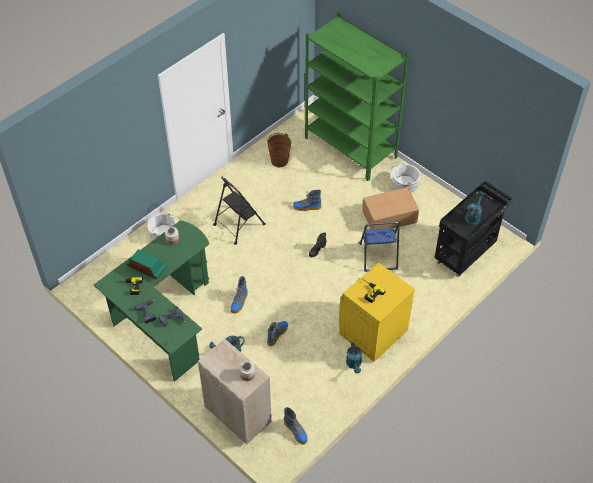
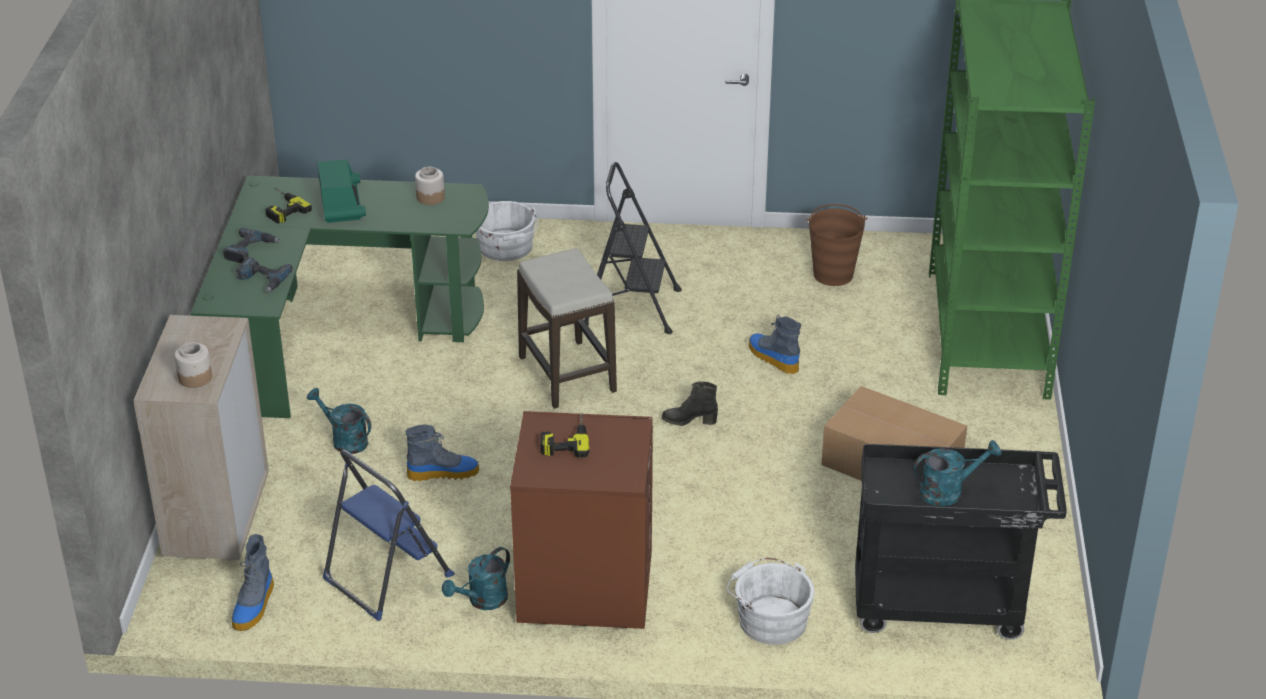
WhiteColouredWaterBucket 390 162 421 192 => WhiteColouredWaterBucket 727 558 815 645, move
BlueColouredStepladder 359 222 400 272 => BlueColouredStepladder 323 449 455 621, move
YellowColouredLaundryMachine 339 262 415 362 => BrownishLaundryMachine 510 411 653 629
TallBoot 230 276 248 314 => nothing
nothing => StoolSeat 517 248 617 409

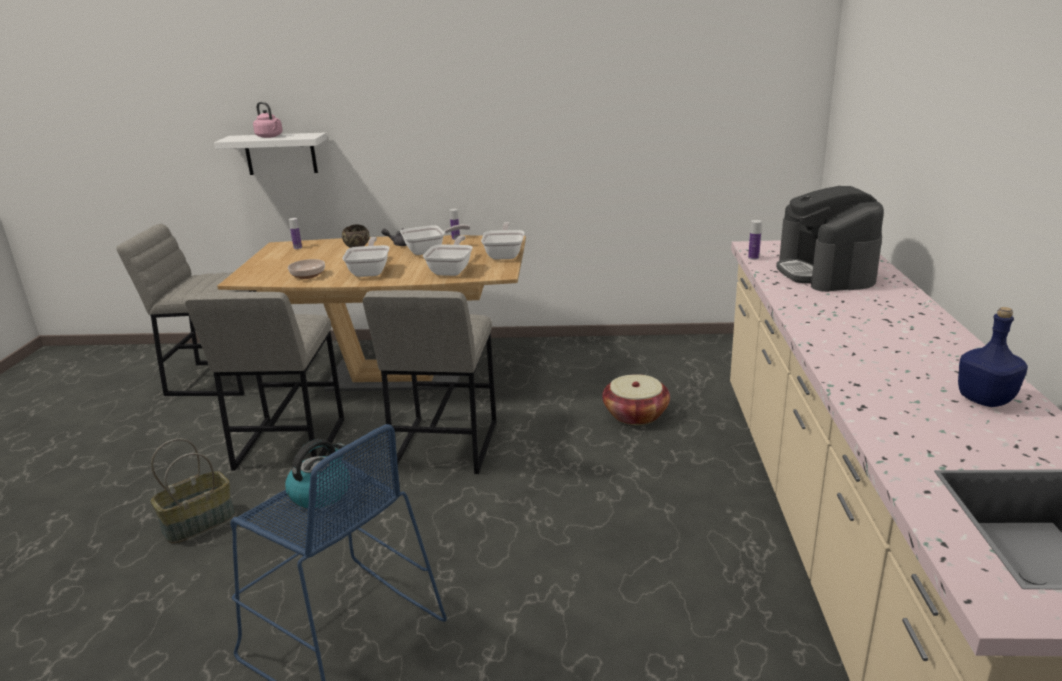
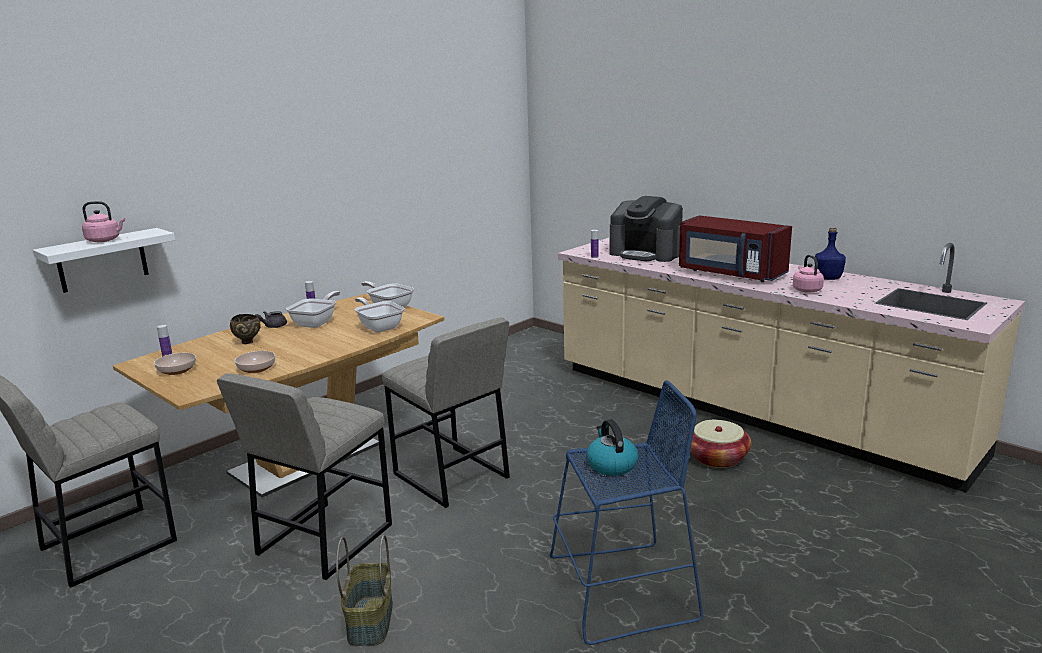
Pan 342 237 390 277 => nothing
GreyChair 185 292 344 470 => GreyChair 217 373 392 580, 75 degrees clockwise
HouseholdBasket 602 374 670 425 => HouseholdBasket 686 420 751 468, move
nothing => ReddishMicrowave 679 215 792 282
nothing => PinkishWaterKettle 793 255 824 293
nothing => Bowl 154 353 196 375

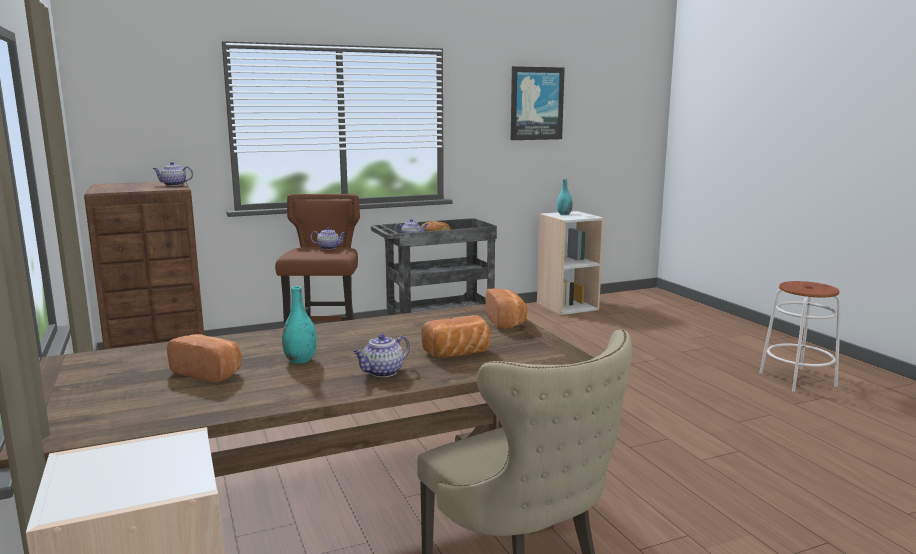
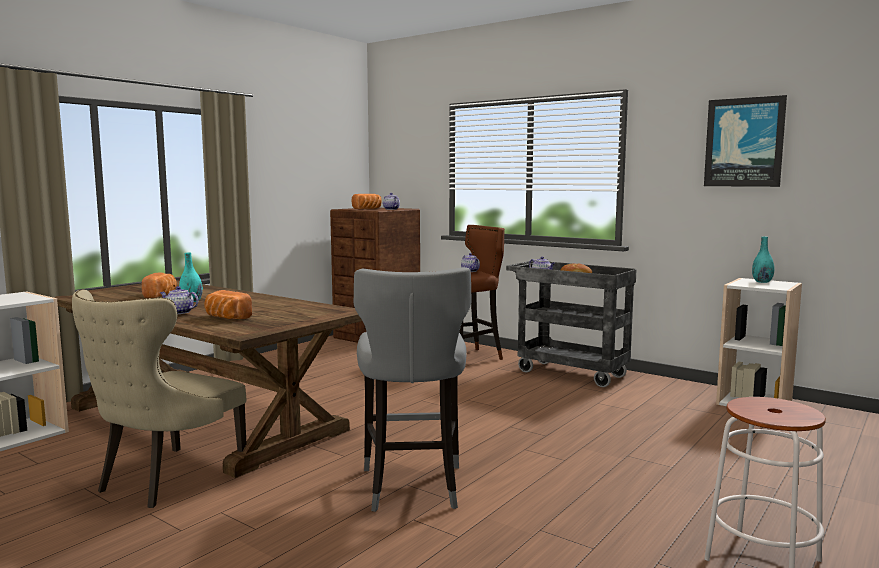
BakeryBread 485 288 527 329 => BakeryBread 352 194 382 209, move
nothing => GreyStoolSeat 354 267 472 512

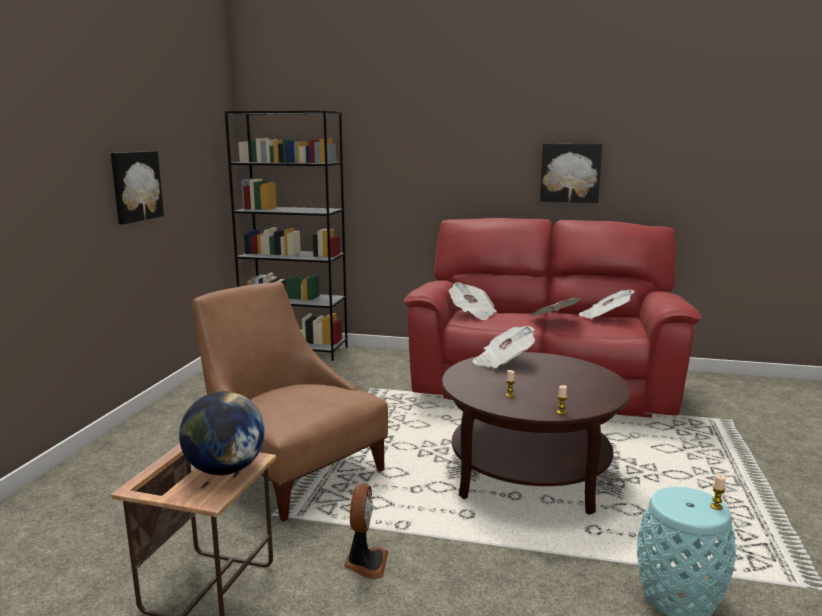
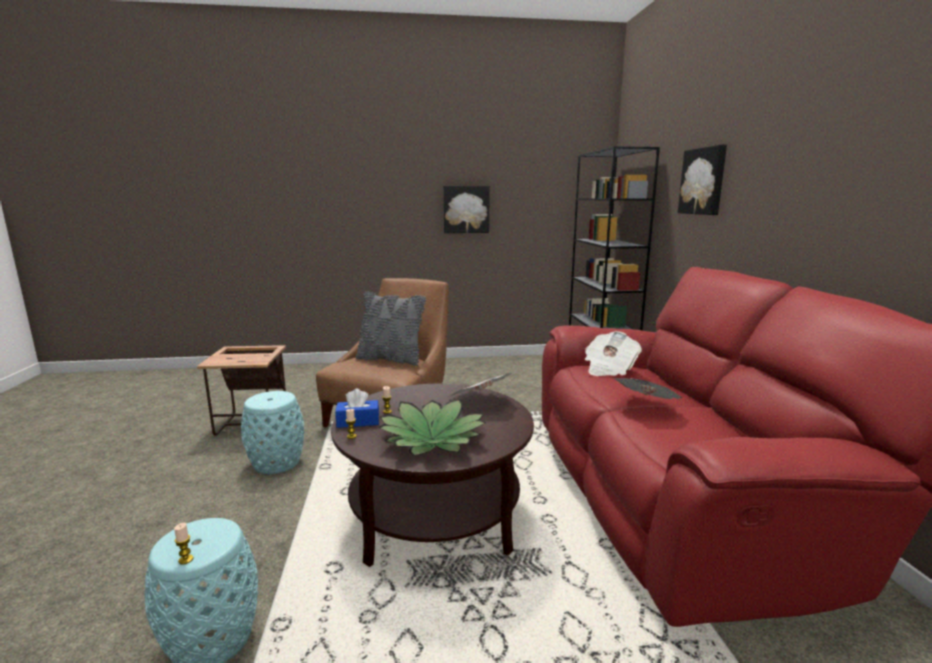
WallArt 540 144 602 203 => WallArt 678 145 727 215, move
Newspaper 579 290 634 319 => nothing
WorldGlobe 179 391 265 475 => nothing
Fan 344 484 388 580 => TurquoiseColouredStoolSeat 241 391 304 474
nothing => GreyPillow 356 292 426 366
nothing => BlueColouredTissueBox 335 389 379 428
nothing => Houseplant 378 399 487 456

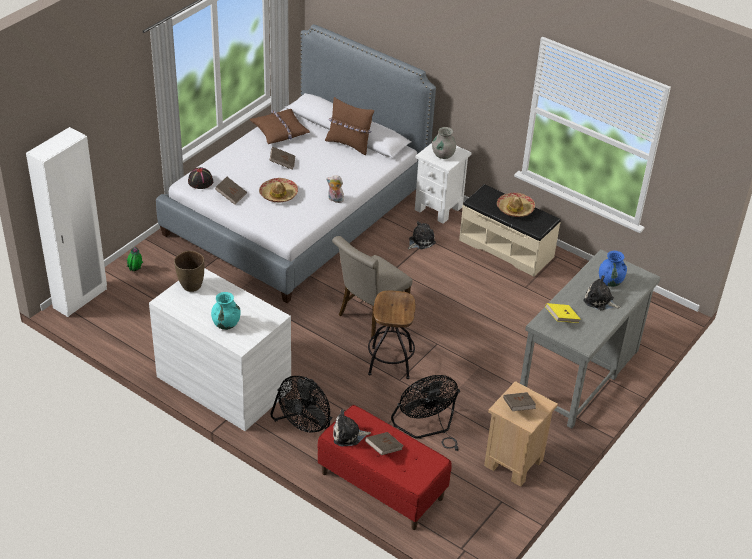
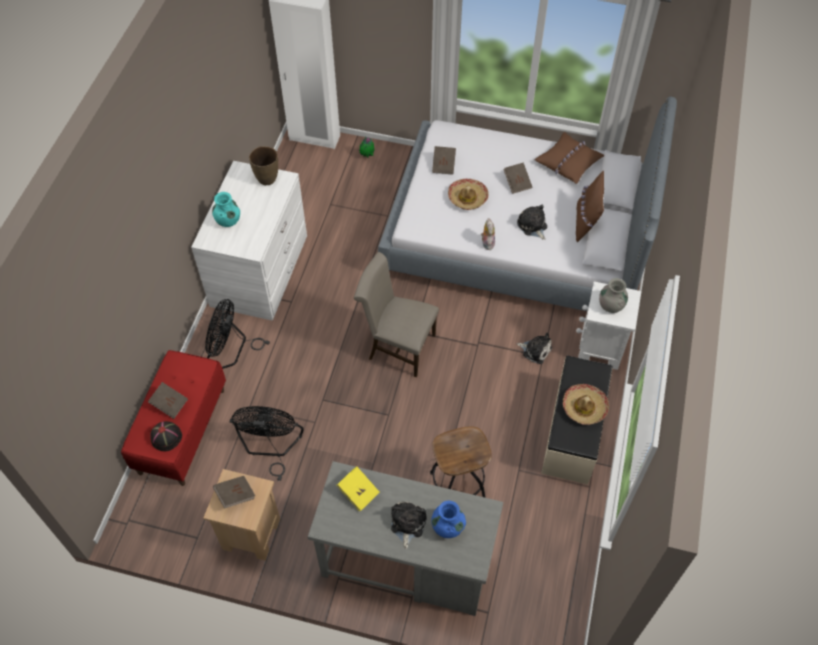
BlackColouredClothingHat 188 167 213 189 => BlackColouredClothingHat 150 421 182 451, move
BrownishStoolSeat 368 291 416 379 => BrownishStoolSeat 430 426 492 498, move
BlackColouredFan 391 375 460 451 => BlackColouredFan 230 406 304 481, 45 degrees counterclockwise
CuddlyToy 333 409 371 447 => CuddlyToy 517 205 547 240, move

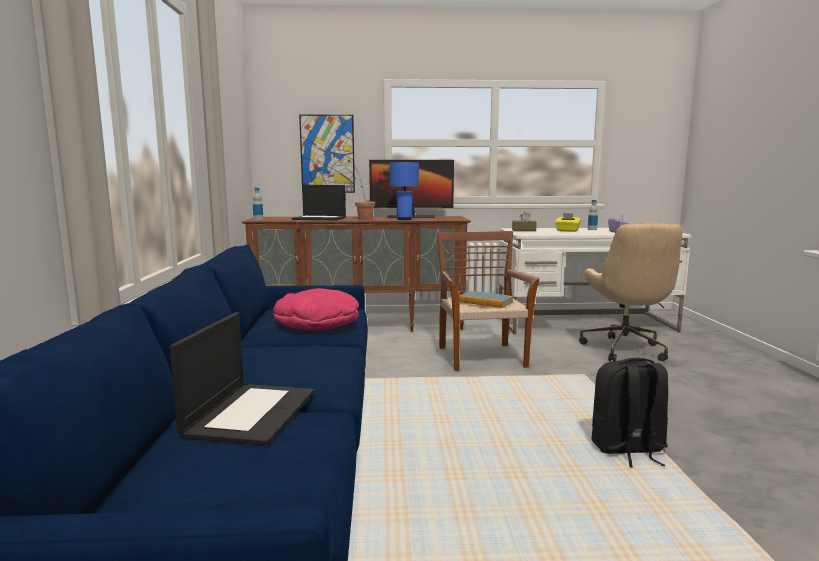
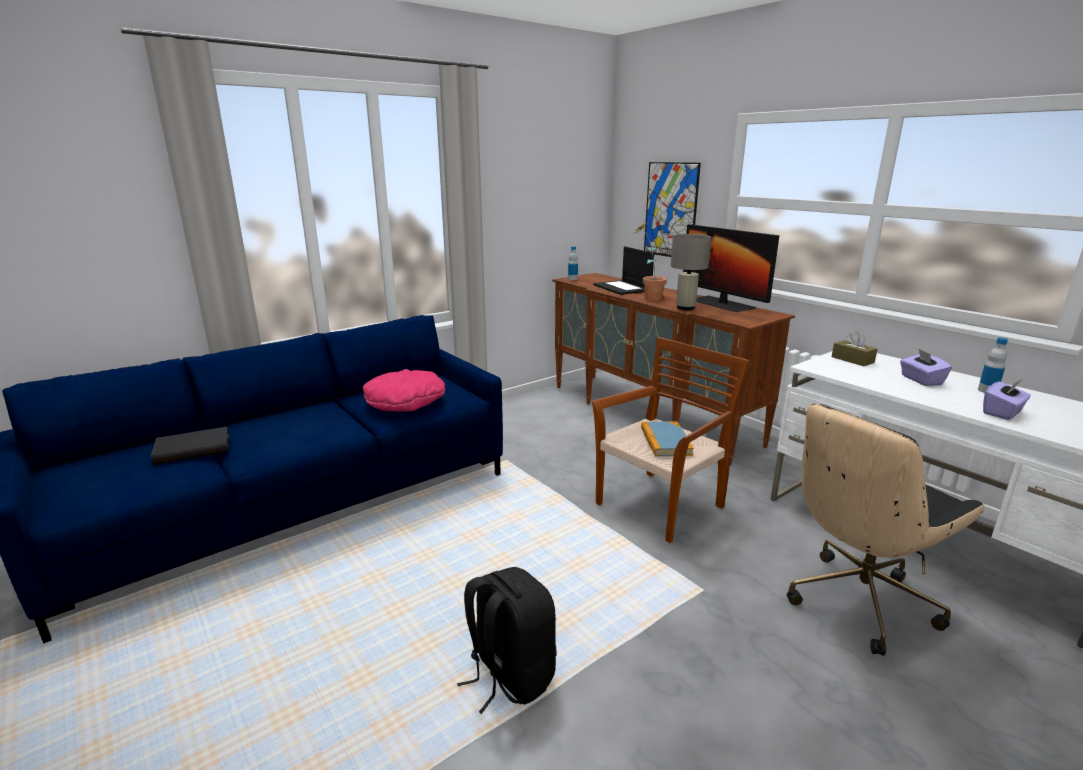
BlueColouredLampForATable 390 162 419 220 => GreyLampForATable 671 234 711 310
YellowColouredTissueBox 555 213 581 232 => PurpleColouredTissueBox 900 349 952 386
BeigeColouredDeskChair 579 223 683 361 => BlackColouredDeskChair 787 404 985 656
PortableComputer 170 312 315 446 => BlackColouredVolume 151 427 229 465

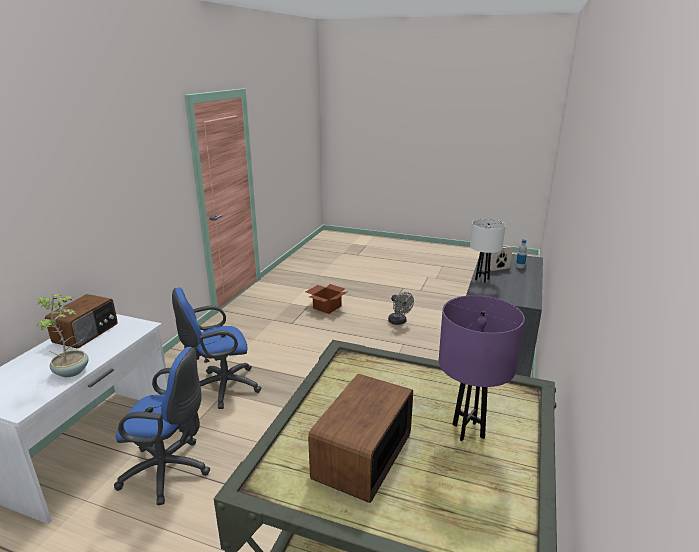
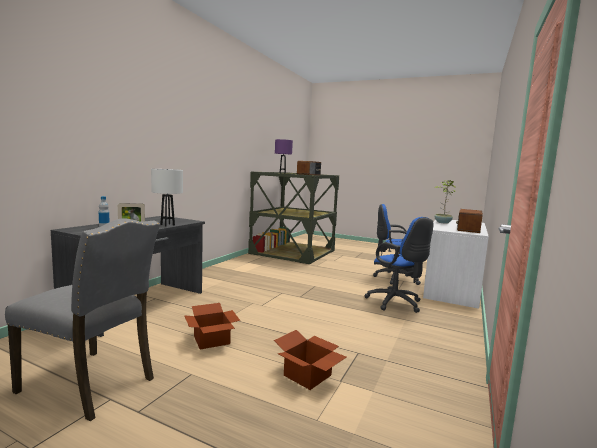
BlueColouredDeskChair 172 288 261 409 => BlueColouredDeskChair 365 217 433 313, 75 degrees clockwise
GreyFan 388 292 414 325 => Carton 184 303 240 350
nothing => GreyChair 5 218 160 421

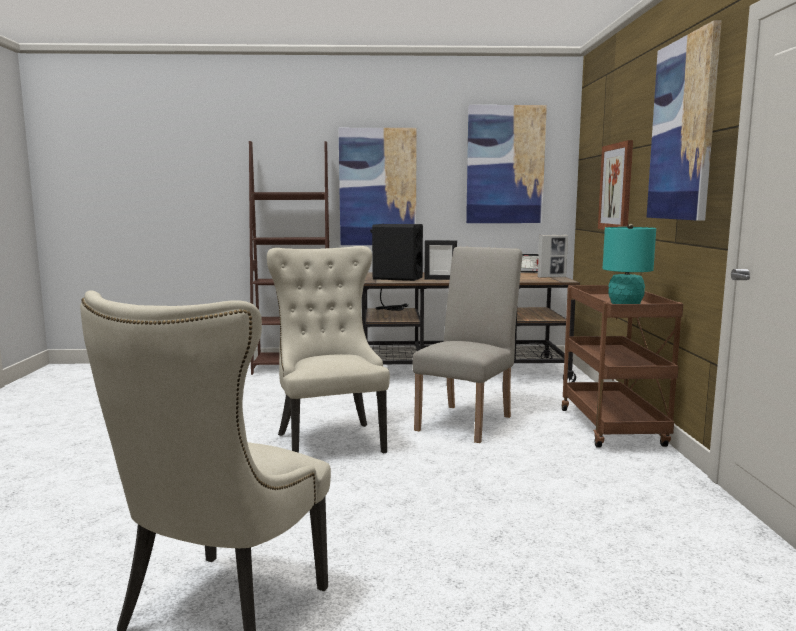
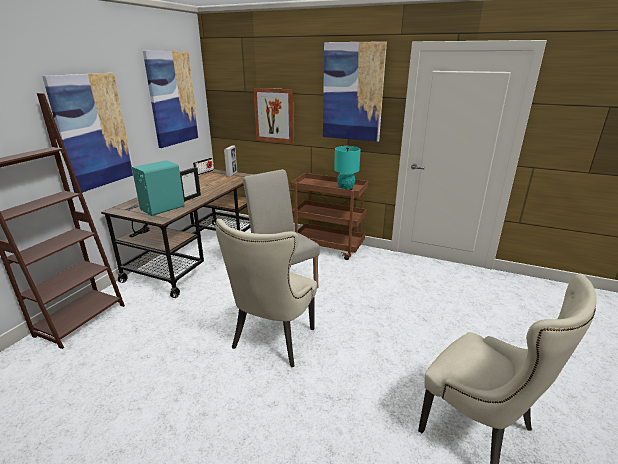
BlackColouredSpeaker 370 224 423 281 => TurquoiseColouredSpeaker 132 160 185 216
BeigeColouredChair 267 246 390 453 => BeigeColouredChair 215 219 317 367, 75 degrees counterclockwise

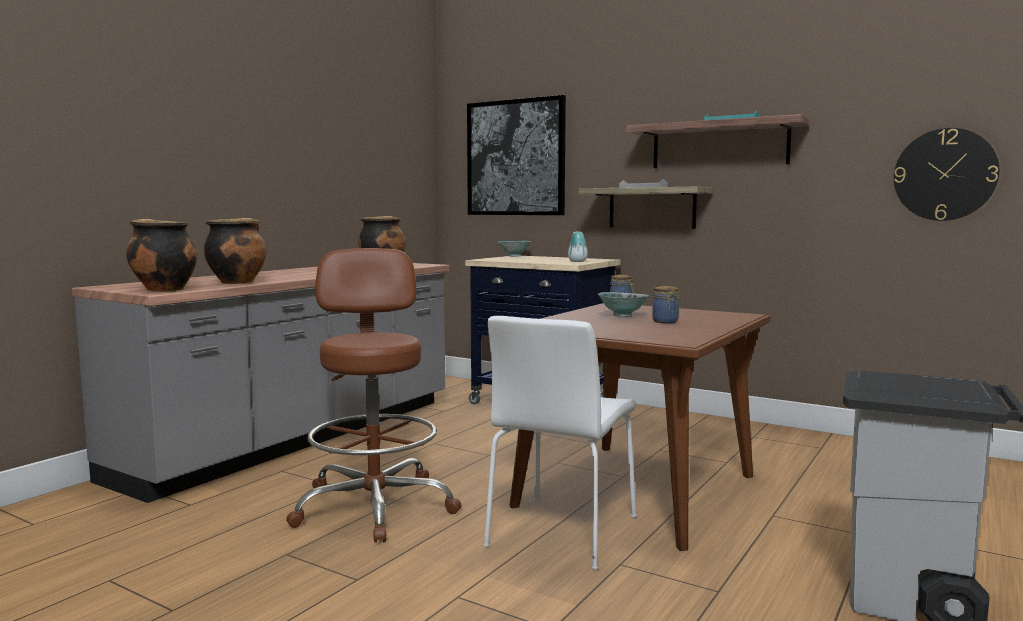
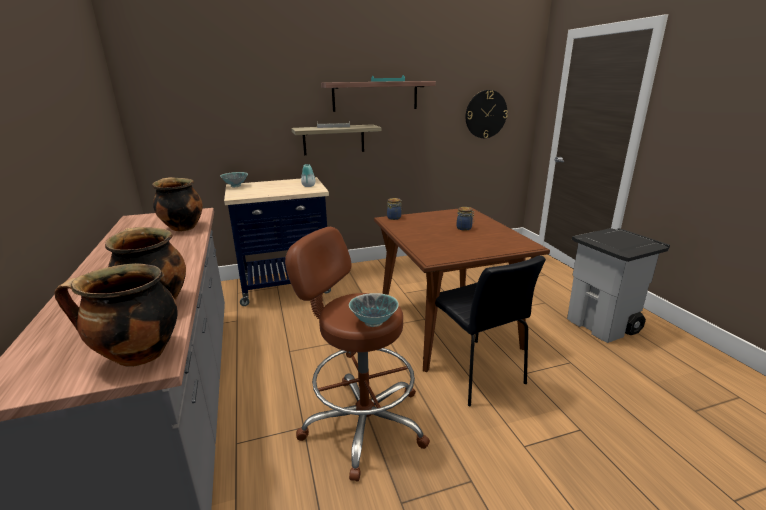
WallArt 467 95 566 215 => nothing
Bowl 598 292 649 317 => Bowl 349 293 399 327, move
WhiteColouredChair 484 316 637 570 => BlackColouredChair 435 256 546 406

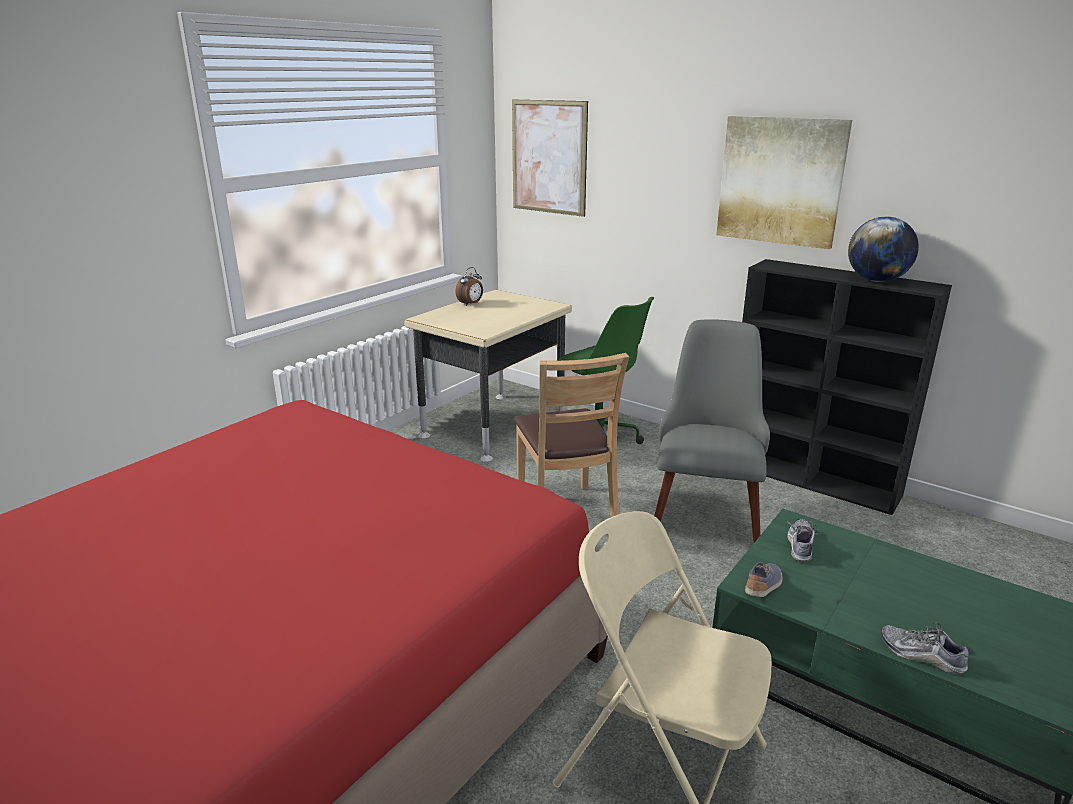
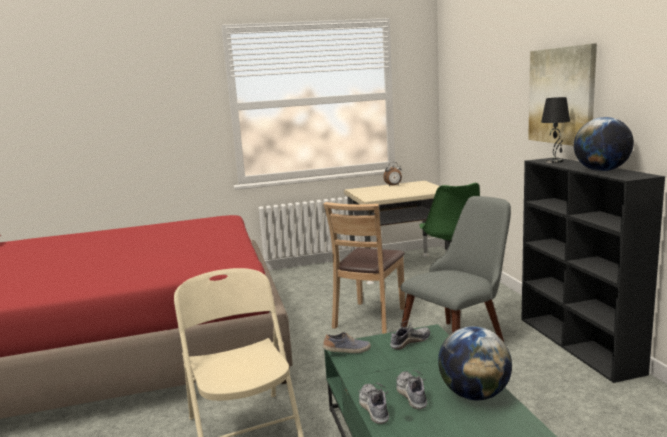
WallArt 512 100 588 217 => nothing
nothing => BlackColouredLampForATable 541 97 570 163
nothing => WorldGlobe 438 326 512 400
nothing => ItemOfFootwear 396 370 427 409

